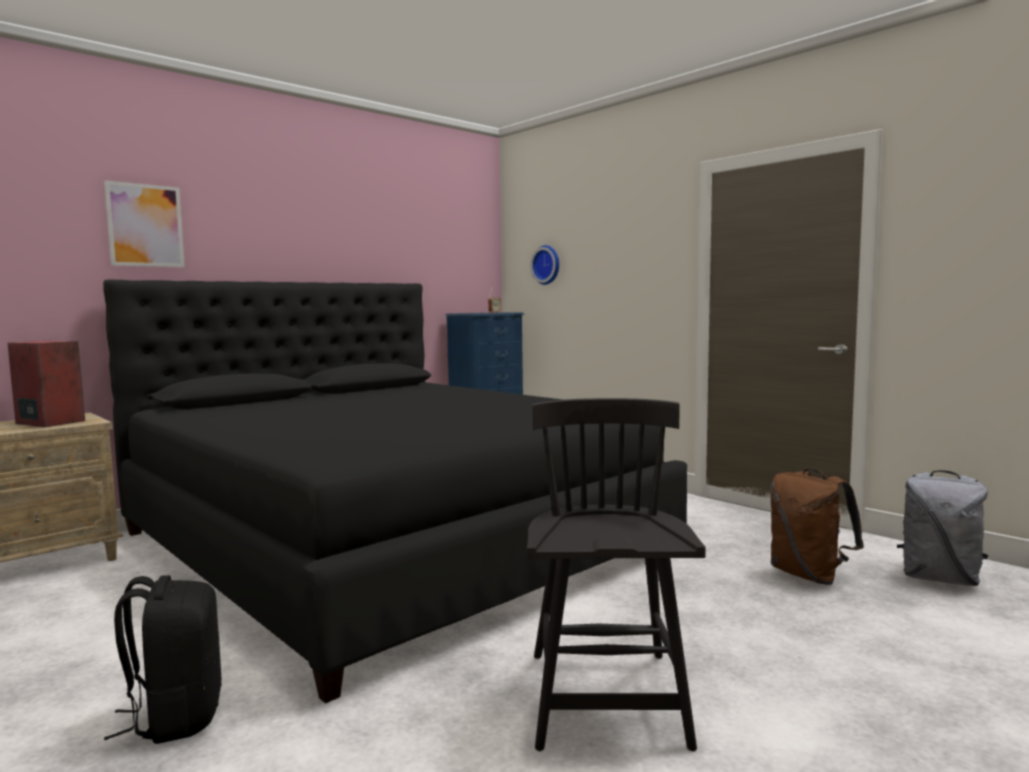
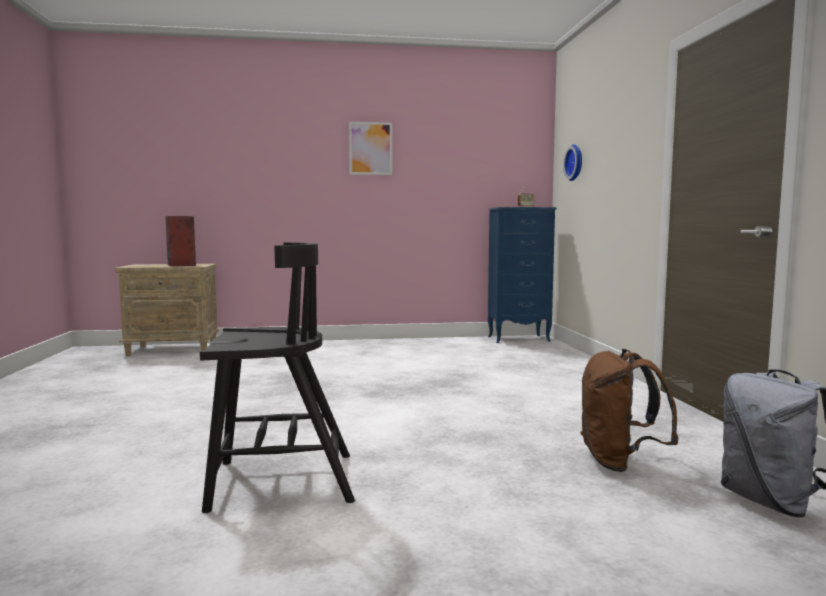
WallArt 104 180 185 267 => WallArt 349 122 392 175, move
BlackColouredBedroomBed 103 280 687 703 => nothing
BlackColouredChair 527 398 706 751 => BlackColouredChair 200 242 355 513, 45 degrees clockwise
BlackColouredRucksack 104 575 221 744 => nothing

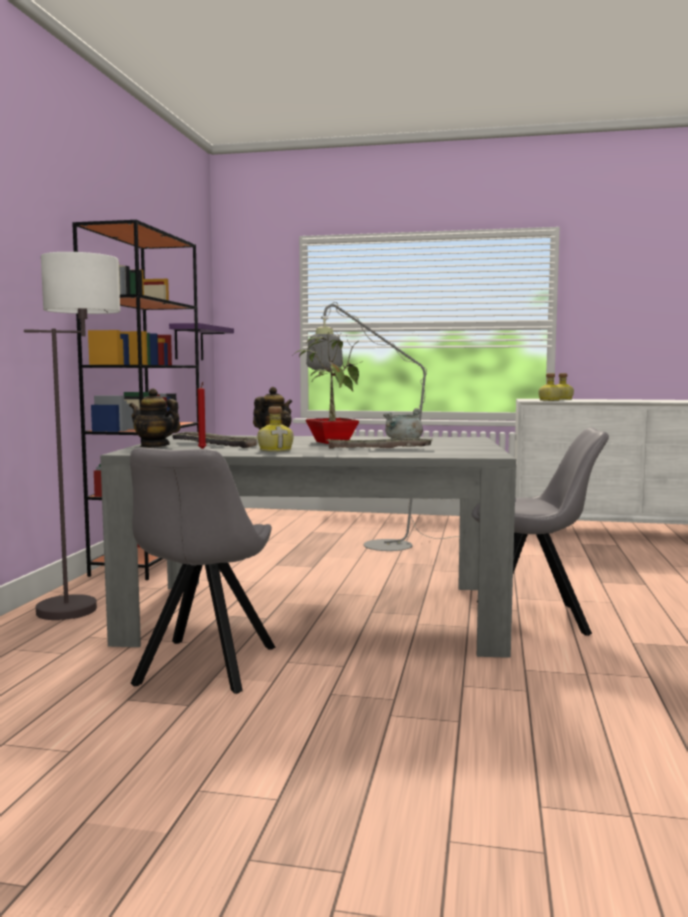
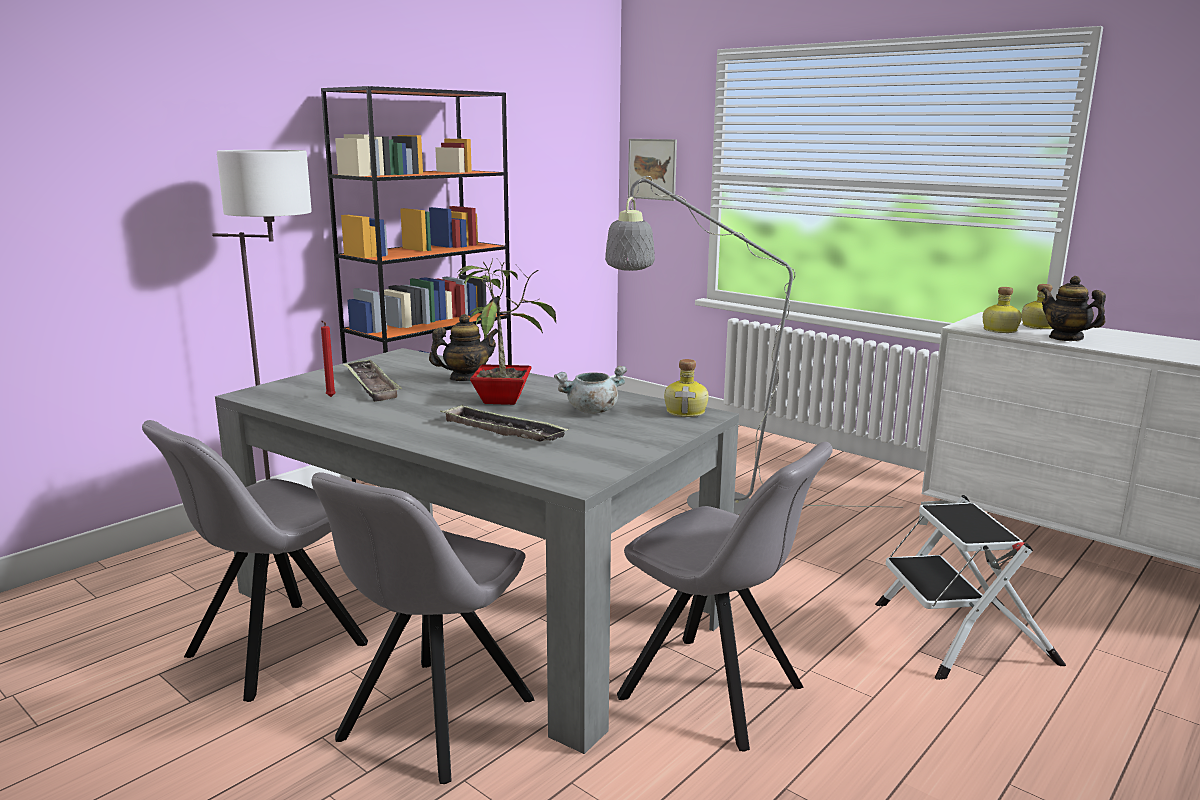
PurpleColouredBracketShelf 169 323 234 360 => nothing
PotForTea 129 388 181 448 => PotForTea 1041 276 1106 341, move
BeverageBottle 257 406 294 452 => BeverageBottle 664 359 709 417, move
nothing => WallArt 628 139 677 201
nothing => GreyChair 311 472 534 784
nothing => Stepladder 875 495 1066 680

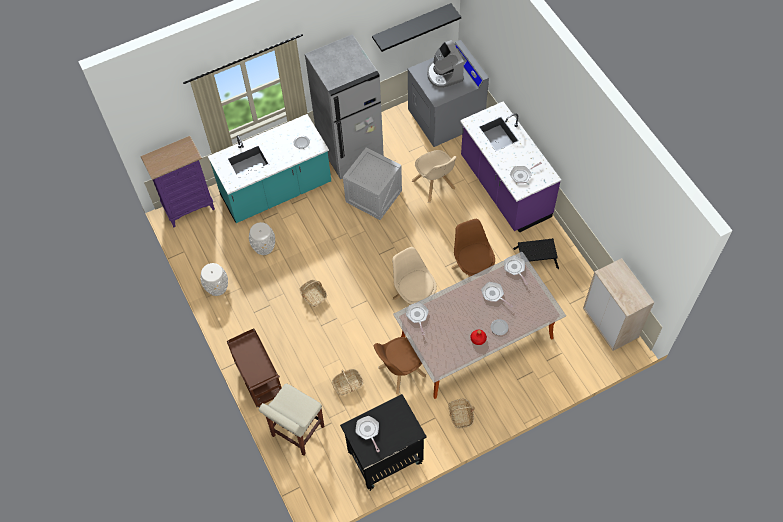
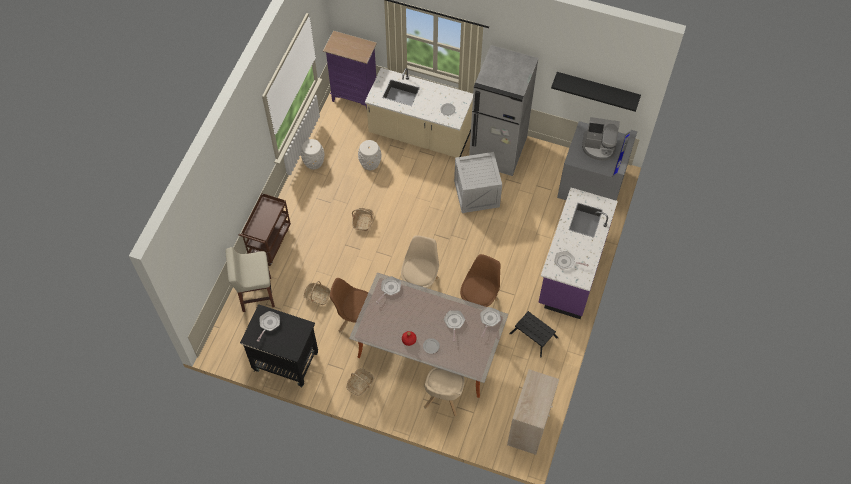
CoffeeBrewer 427 40 464 88 => CoffeeBrewer 582 117 620 161, 105 degrees counterclockwise
TurquoiseColouredCounter 208 114 331 223 => BeigeColouredCounter 365 68 473 158
BeigeColouredChair 412 150 457 203 => BeigeColouredChair 424 367 465 416, move

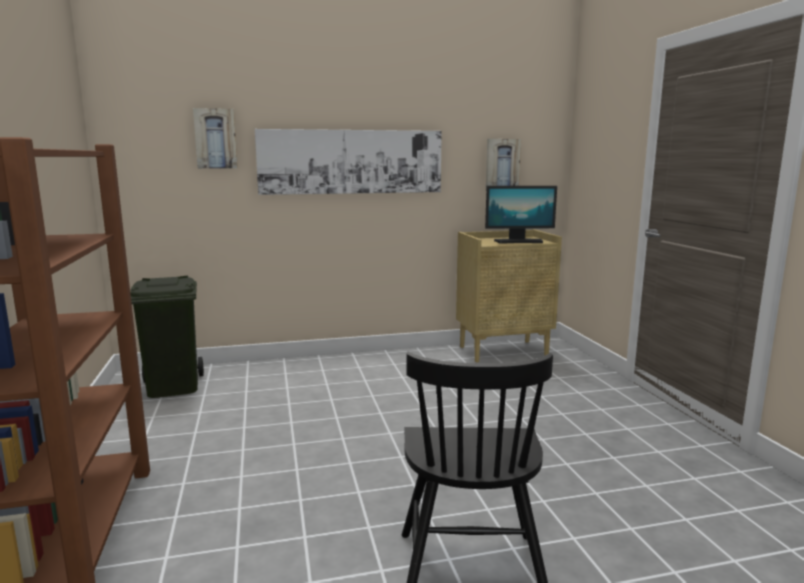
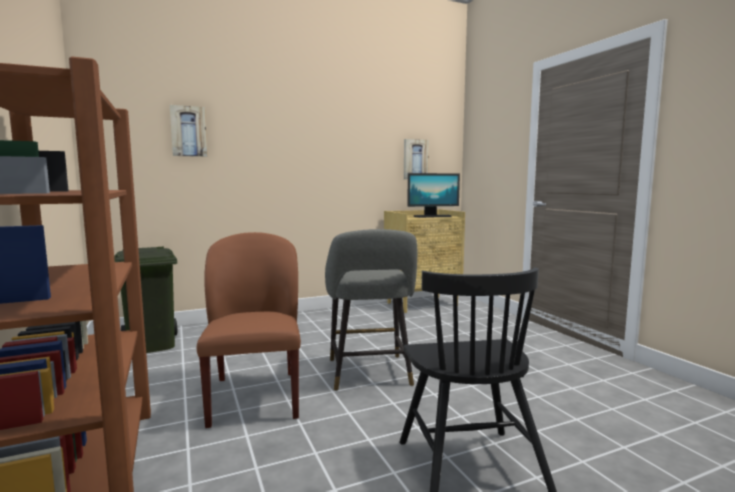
WallArt 255 129 442 195 => nothing
nothing => GreyStoolSeat 325 229 417 391
nothing => BrownishChair 197 232 301 428

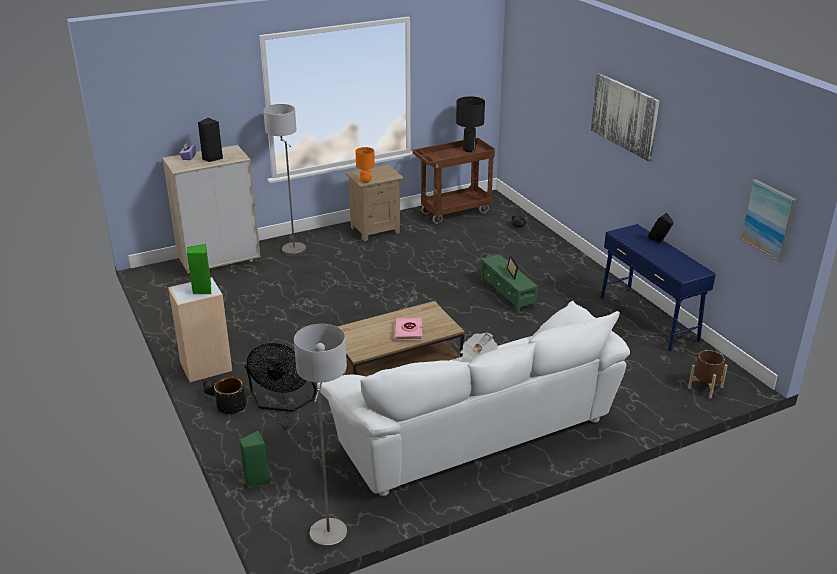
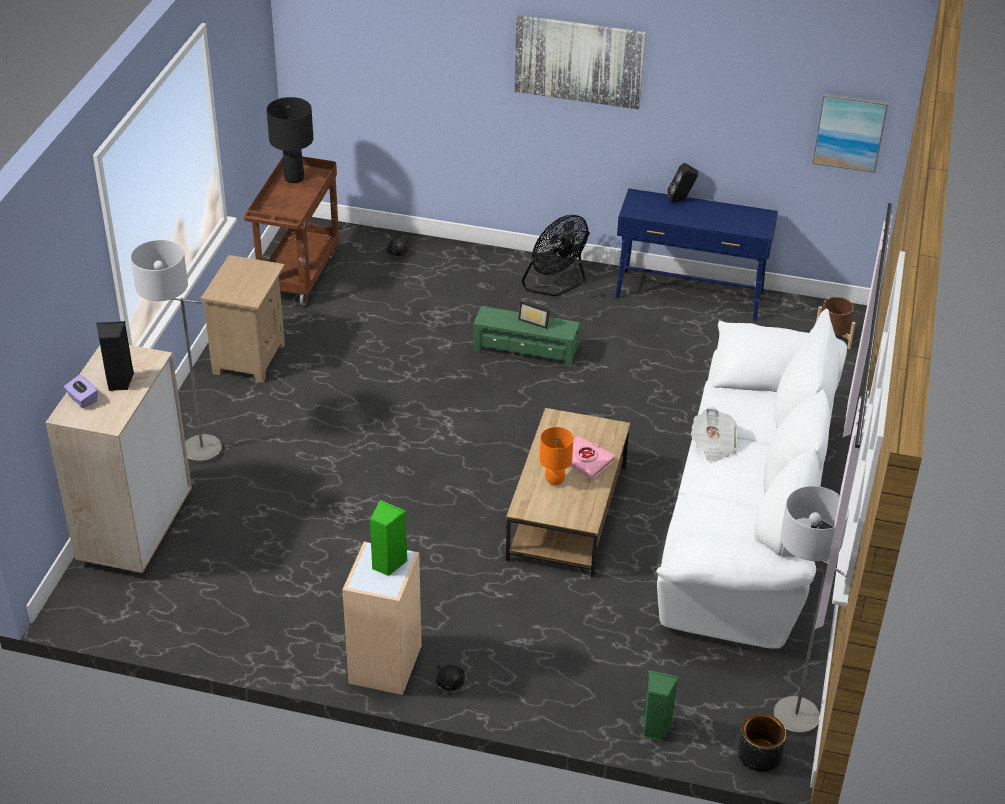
OrangeyLampForATable 355 147 375 183 => OrangeyLampForATable 540 427 573 485, move
BlackColouredFan 244 343 316 430 => BlackColouredFan 522 215 606 297, move
BlackColouredFlowerPot 214 377 247 414 => BlackColouredFlowerPot 738 714 786 772, move

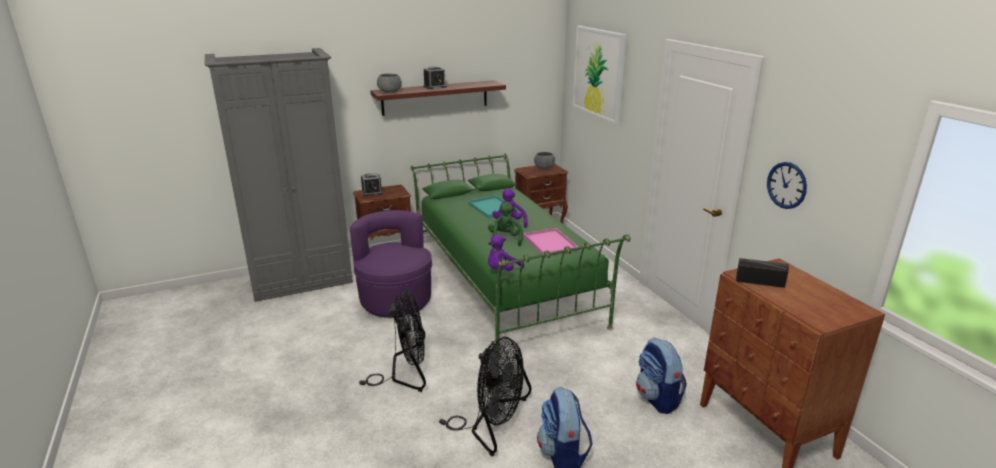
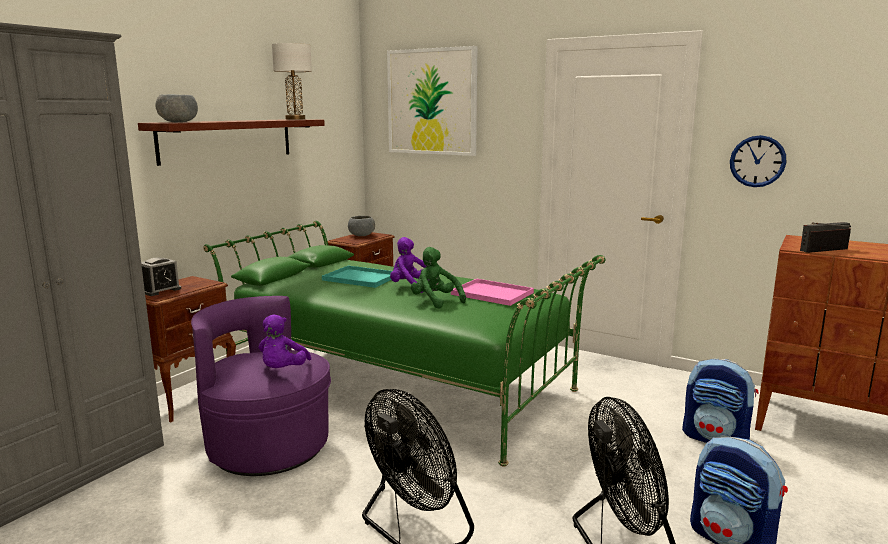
BedsideClock 423 66 447 89 => nothing
PurpleColouredCuddlyToy 488 235 524 271 => PurpleColouredCuddlyToy 258 315 311 368, move
nothing => LampForATable 272 43 312 119

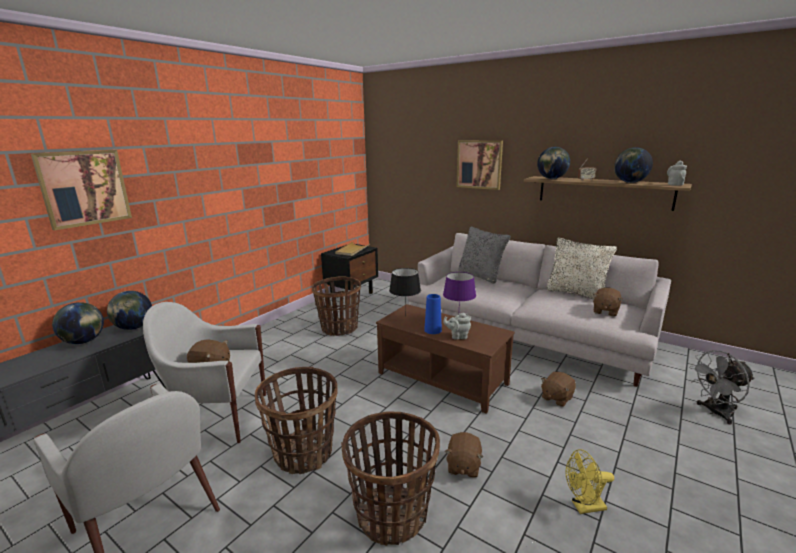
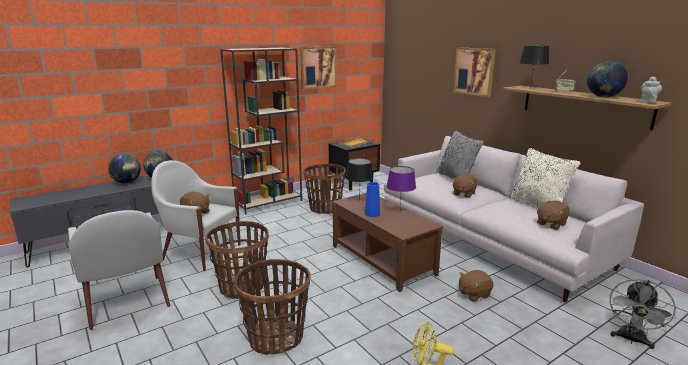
WorldGlobe 537 147 570 179 => BlackColouredLampForATable 519 45 549 89
WallArt 31 150 132 230 => WallArt 300 46 336 90, move
GreyPotForTea 443 313 471 340 => nothing
GreyFan 689 350 755 425 => GreyFan 609 279 676 349, 60 degrees counterclockwise
BrownishCuddlyToy 445 432 483 478 => BrownishCuddlyToy 452 174 477 198, move
nothing => Bookshelf 220 48 302 215

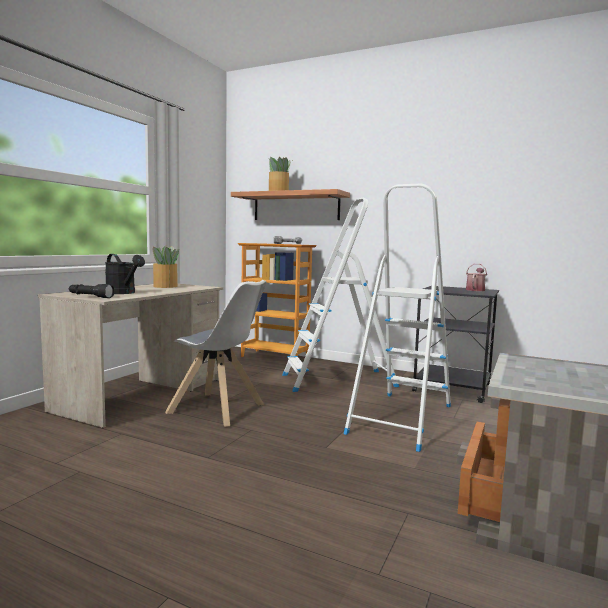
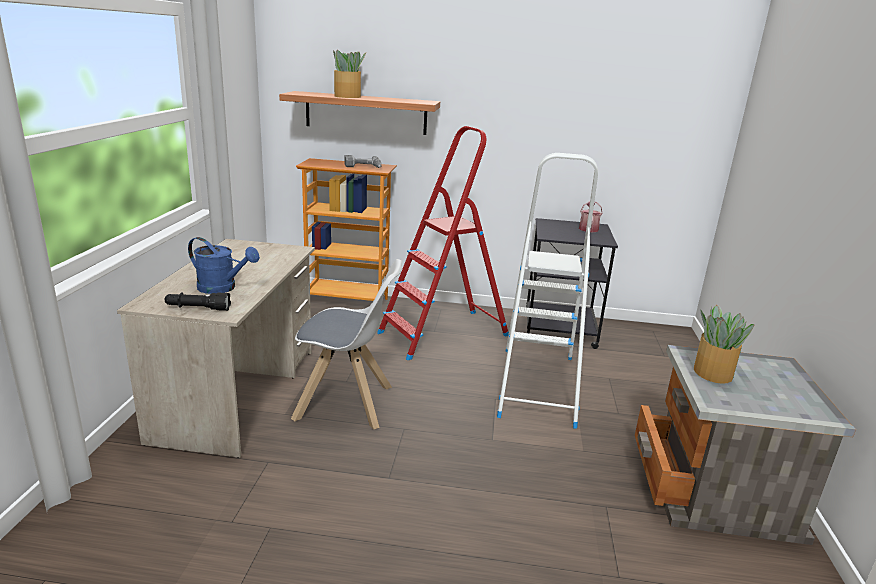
WhiteColouredStepladder 282 198 399 392 => ReddishStepladder 377 126 509 360
Houseplant 153 246 179 288 => Houseplant 694 305 754 384, move
BlackColouredSprinklingCan 105 254 145 294 => BlueColouredSprinklingCan 188 237 260 294

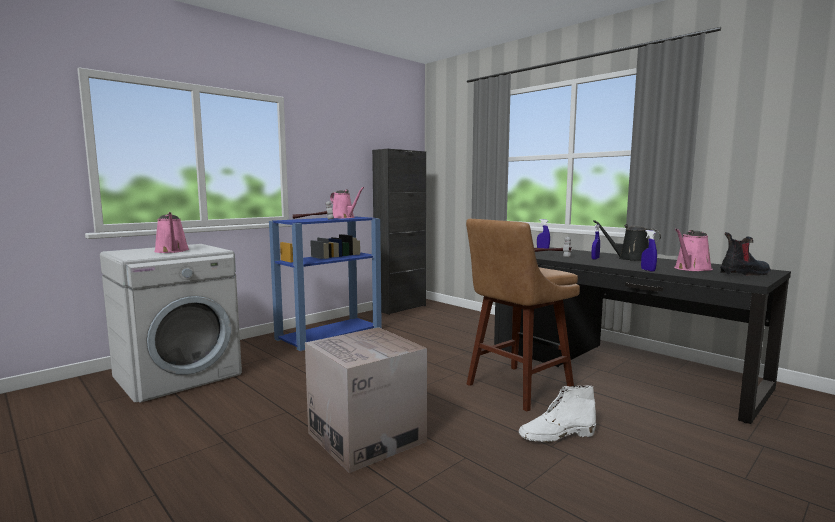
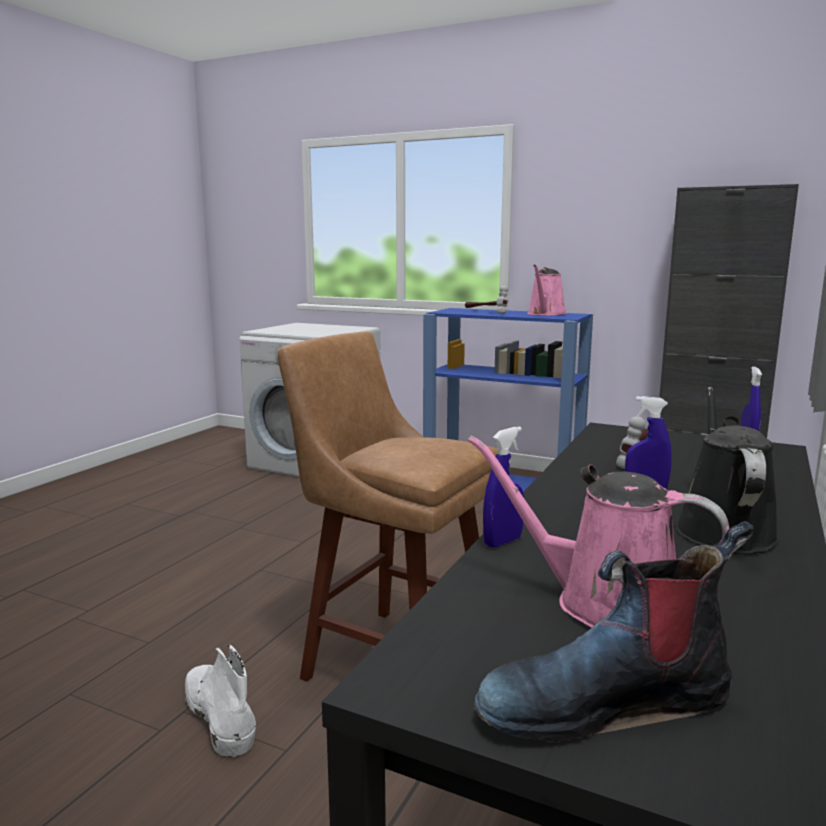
PinkishSprinklingCan 154 212 189 253 => nothing
TallBoot 720 232 770 276 => TallBoot 474 521 754 742, 120 degrees clockwise
Carton 305 327 427 473 => nothing

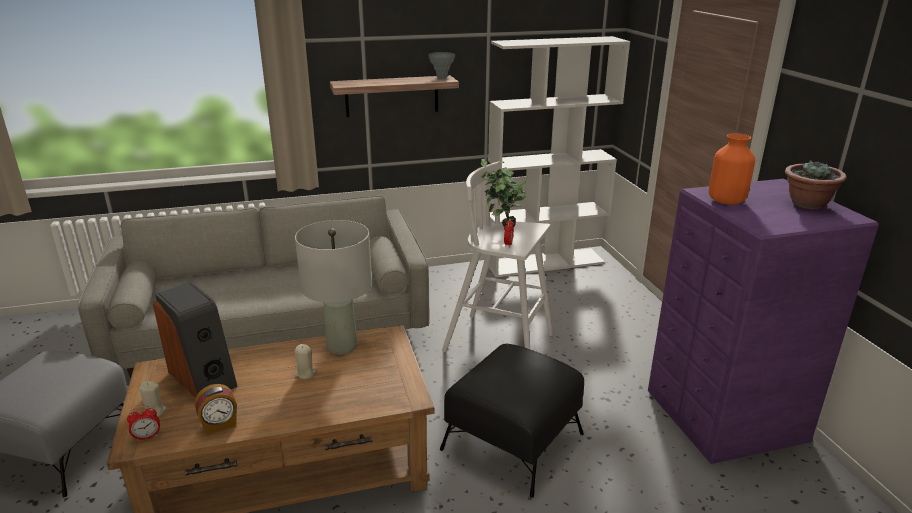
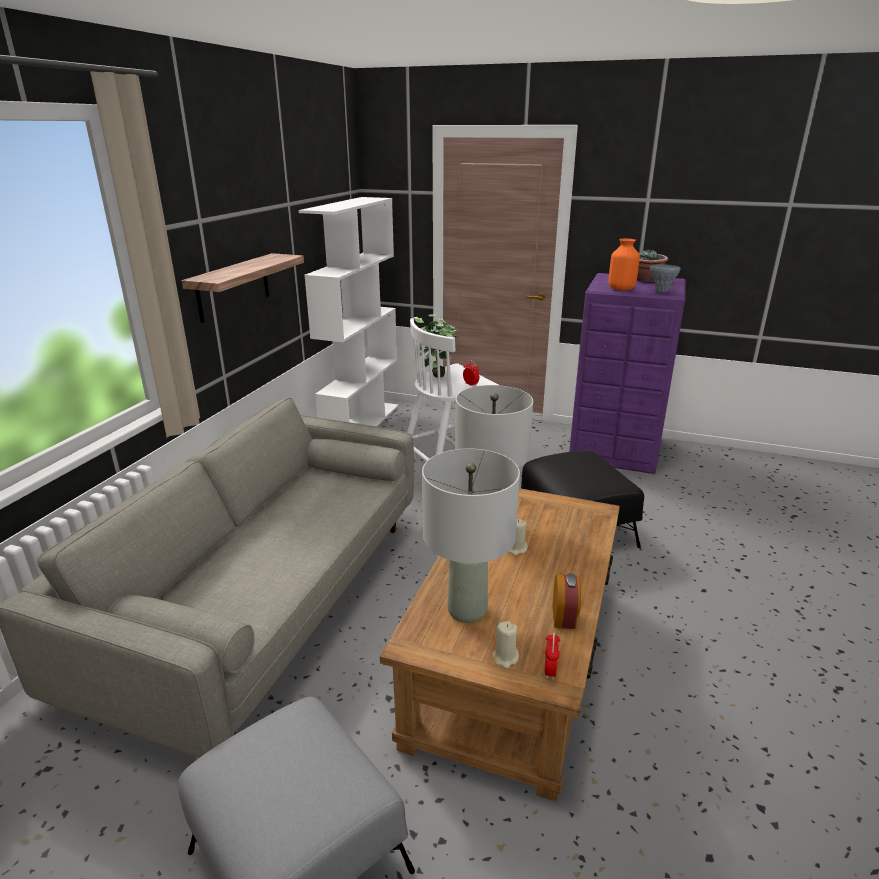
GreyFlowerVase 428 52 455 78 => GreyFlowerVase 650 264 681 293, move
Speaker 153 282 238 397 => GreyLampForATable 422 449 520 623

